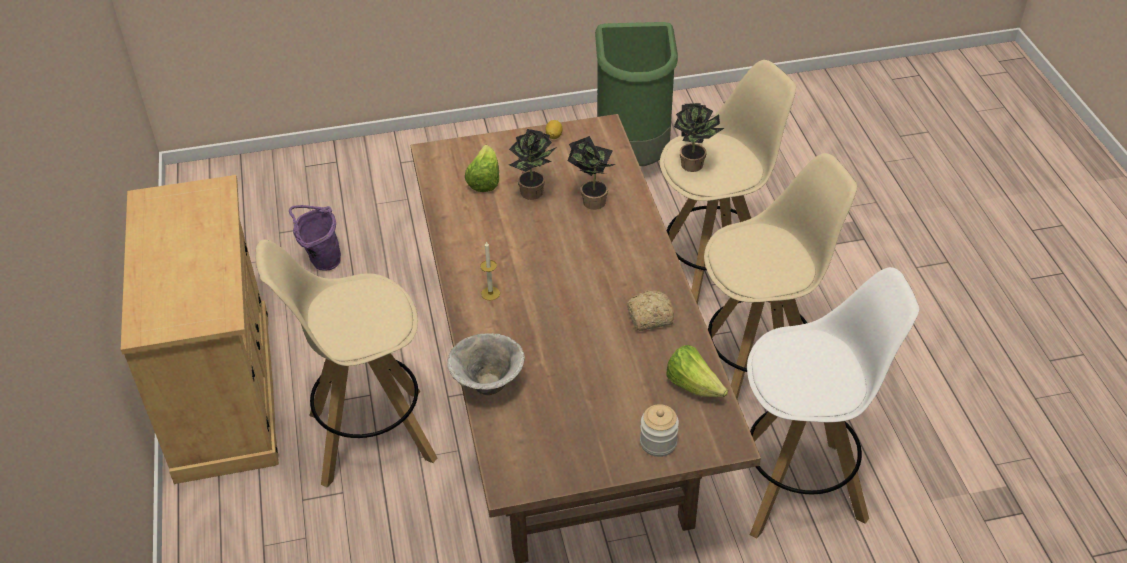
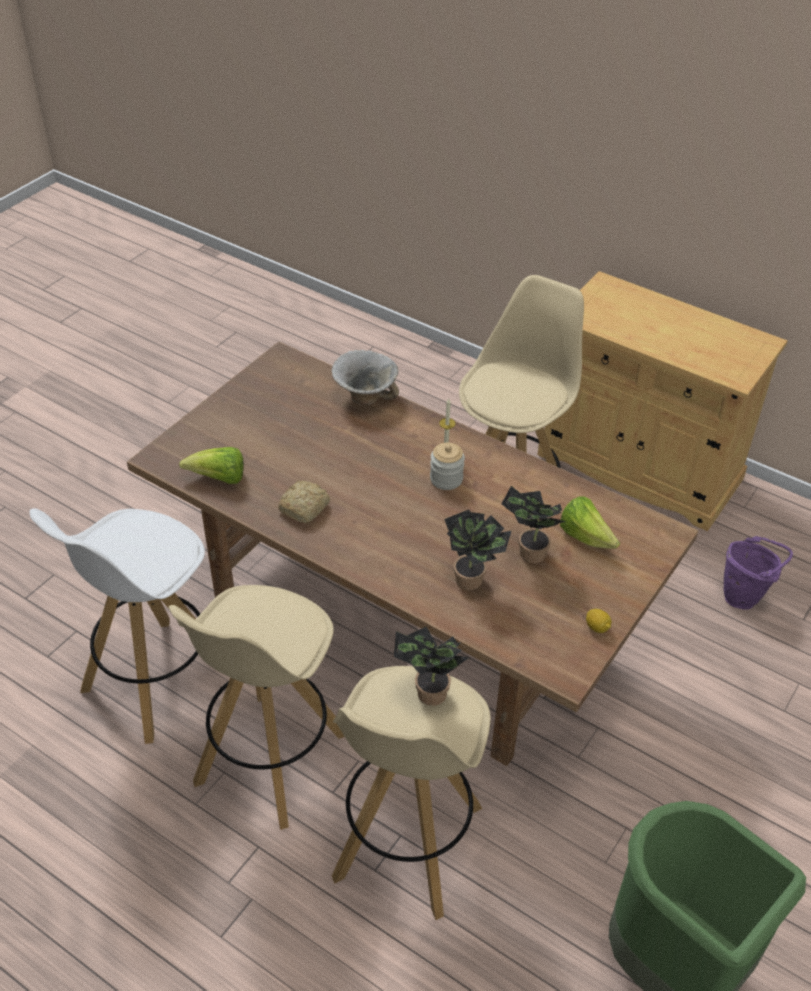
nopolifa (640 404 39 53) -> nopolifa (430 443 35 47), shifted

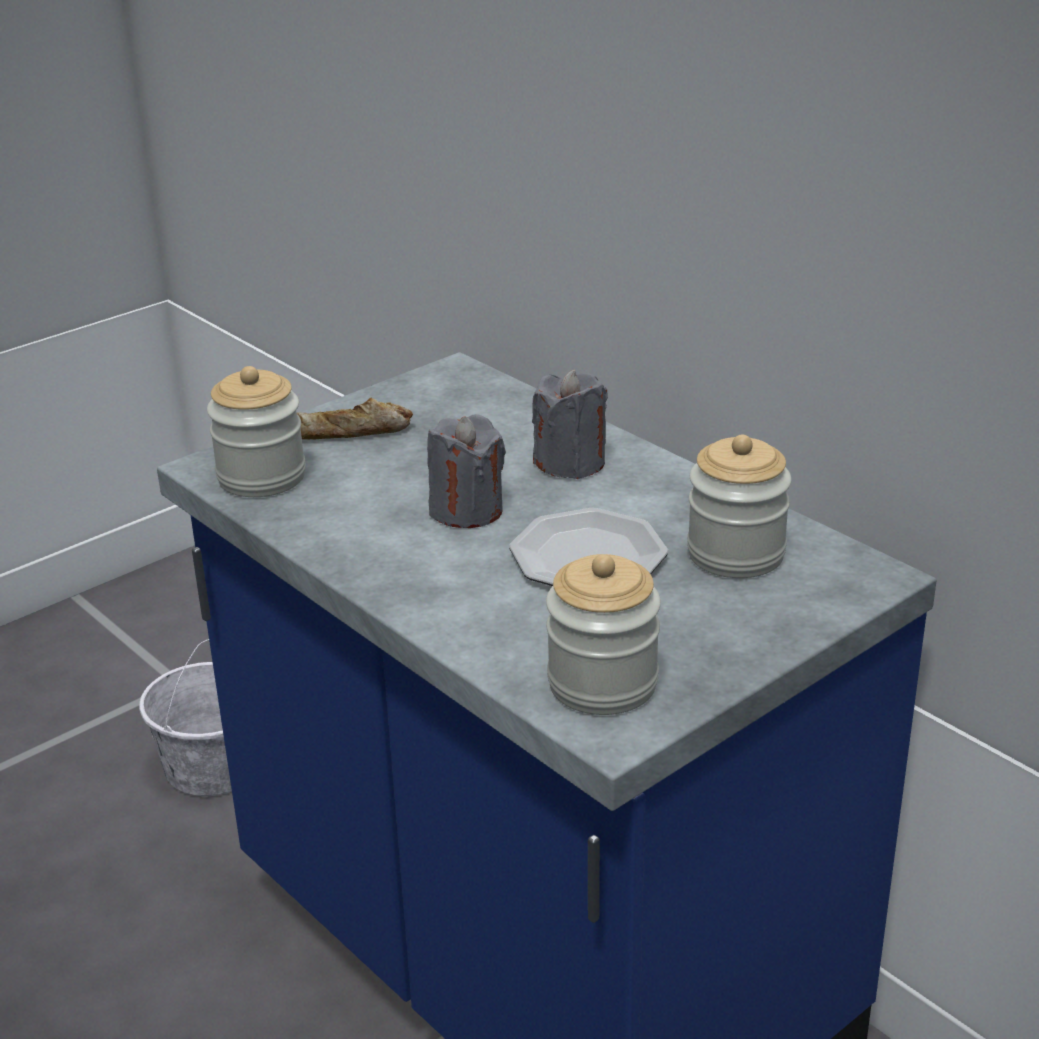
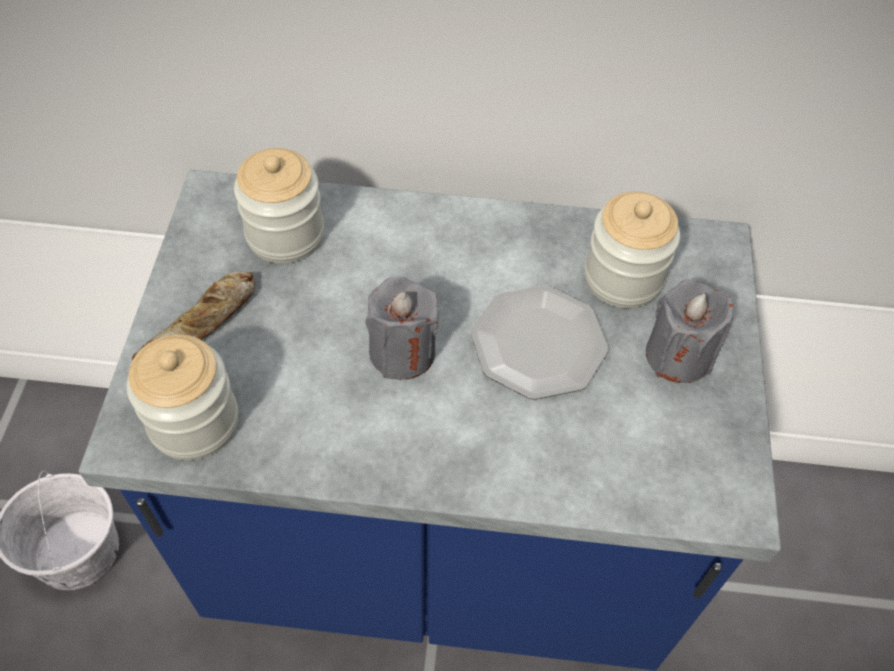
nopolifa (546 554 115 161) -> nopolifa (234 148 90 115), shifted
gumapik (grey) (532 369 76 110) -> gumapik (grey) (646 279 88 104), shifted

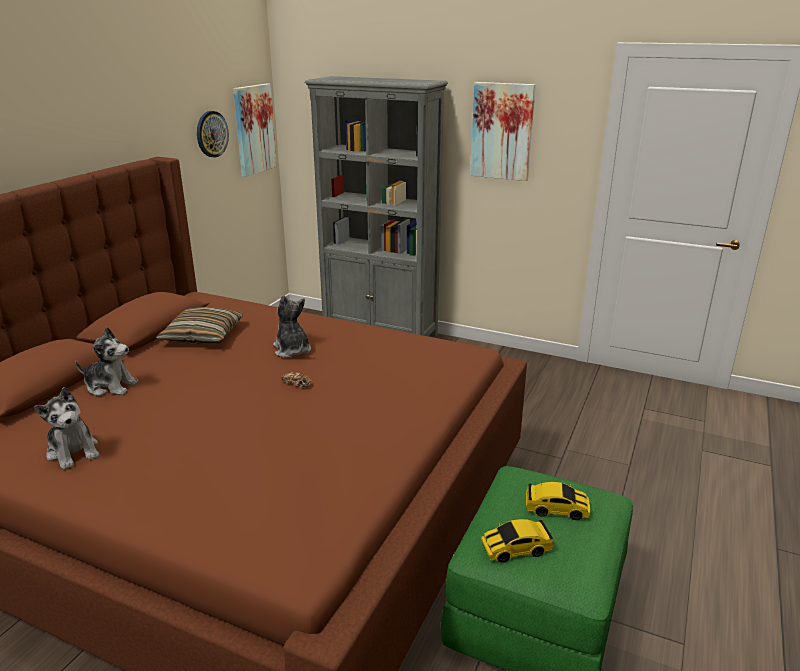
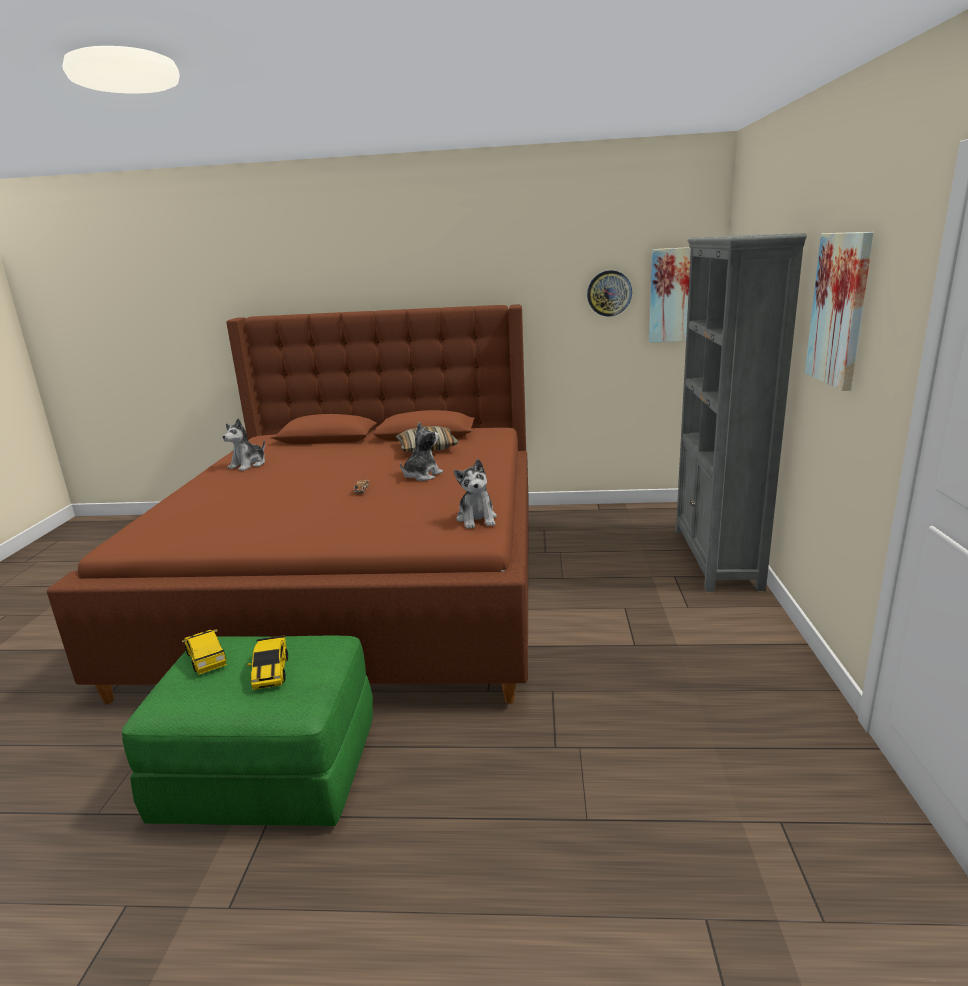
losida (75 327 63 69) -> losida (454 459 43 70), shifted

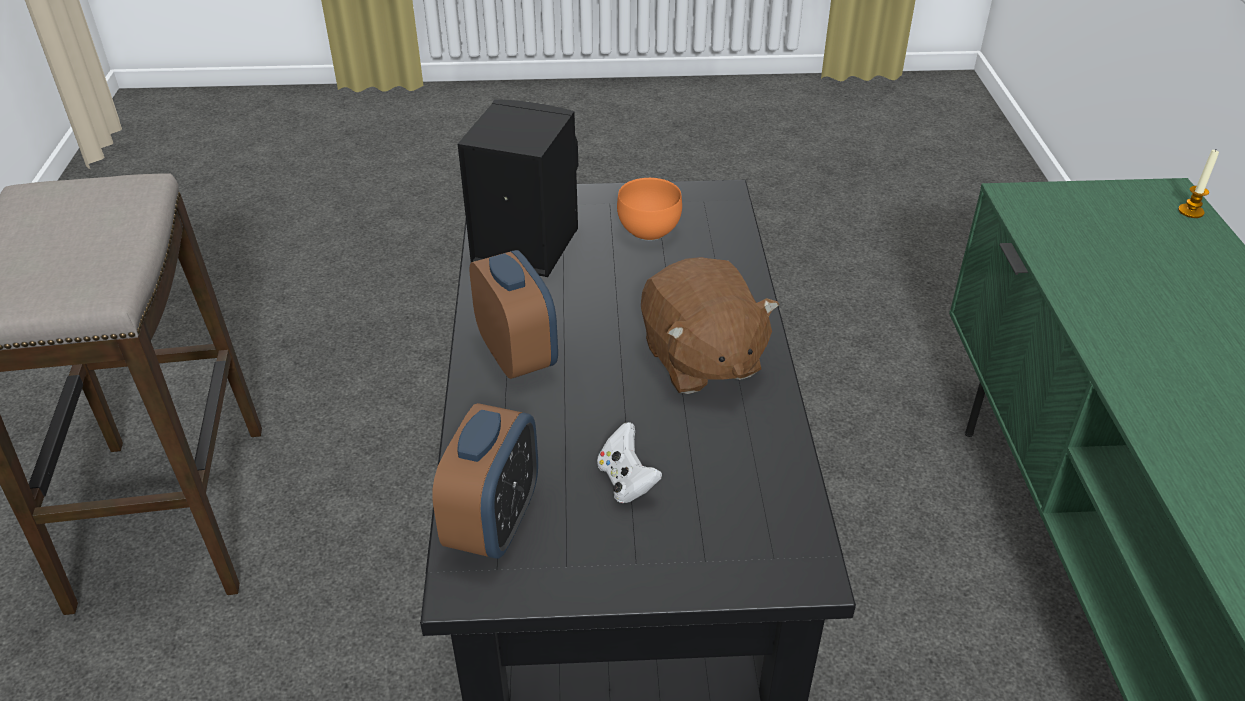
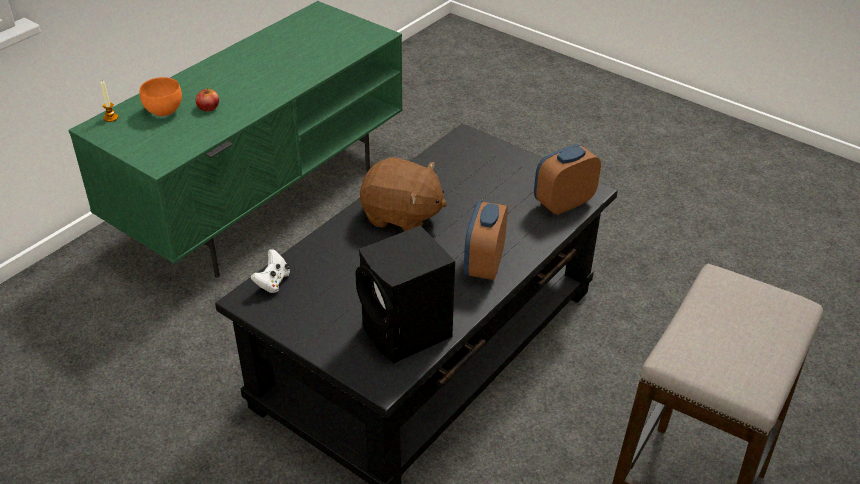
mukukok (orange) (617 178 65 63) -> mukukok (orange) (139 77 43 40), shifted
none -> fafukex (196 88 23 23)
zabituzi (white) (597 422 65 81) -> zabituzi (white) (250 249 40 44), shifted
losida (brown) (641 257 138 137) -> losida (brown) (360 157 87 74), 90 degrees clockwise

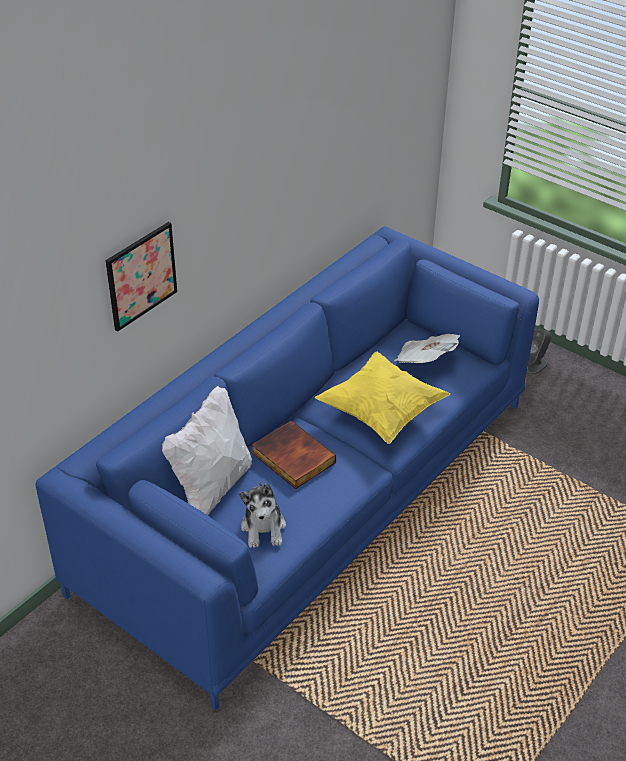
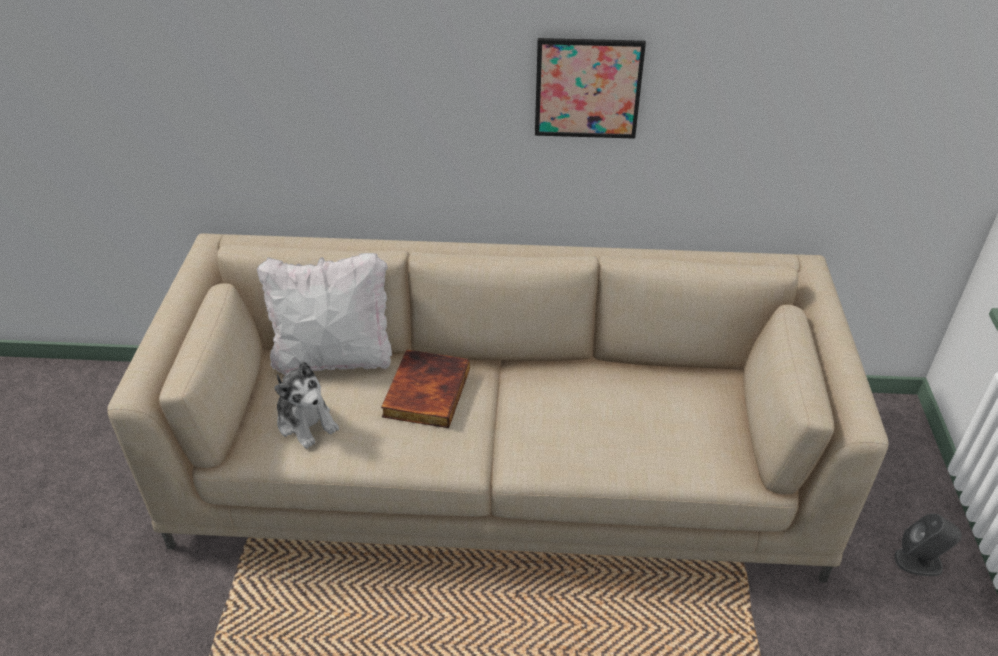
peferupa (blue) (35 226 504 484) -> peferupa (beige) (107 233 782 350)
losida (239 482 47 66) -> losida (274 362 65 87), 90 degrees counterclockwise
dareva (106 222 71 109) -> dareva (535 38 111 101), shifted
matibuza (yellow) (315 351 135 93) -> none
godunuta (394 334 66 29) -> none

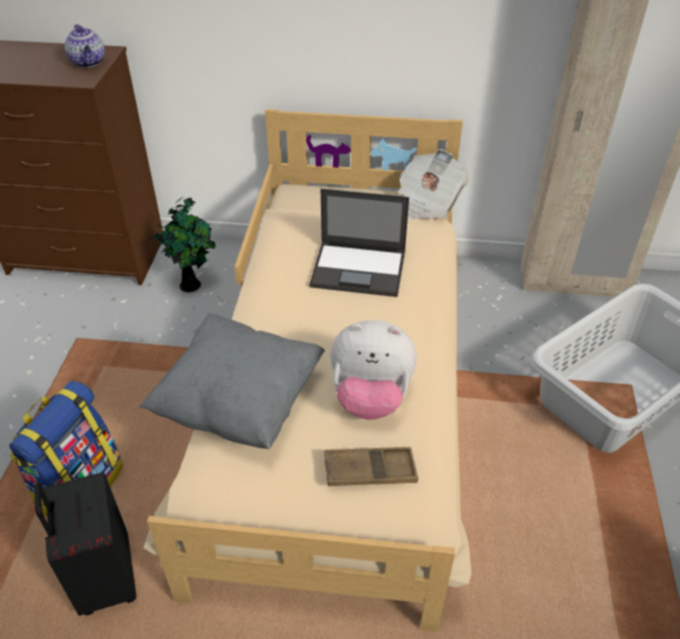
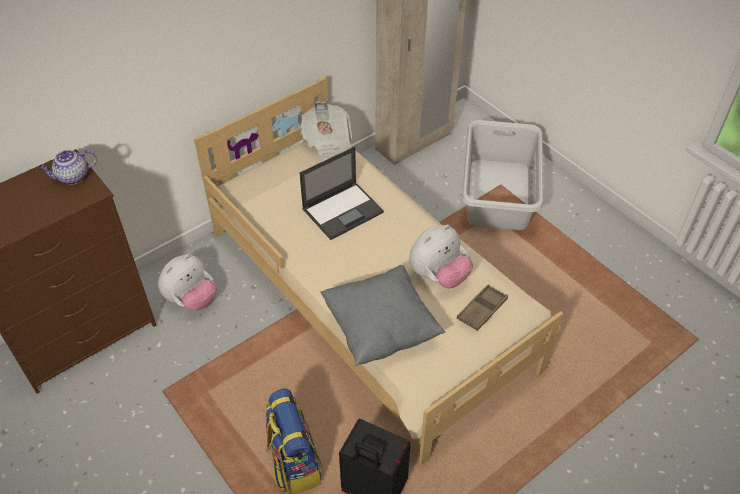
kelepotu (65 24 40 44) -> kelepotu (38 150 59 35), 135 degrees clockwise
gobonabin (150 196 66 96) -> losida (158 254 59 57)

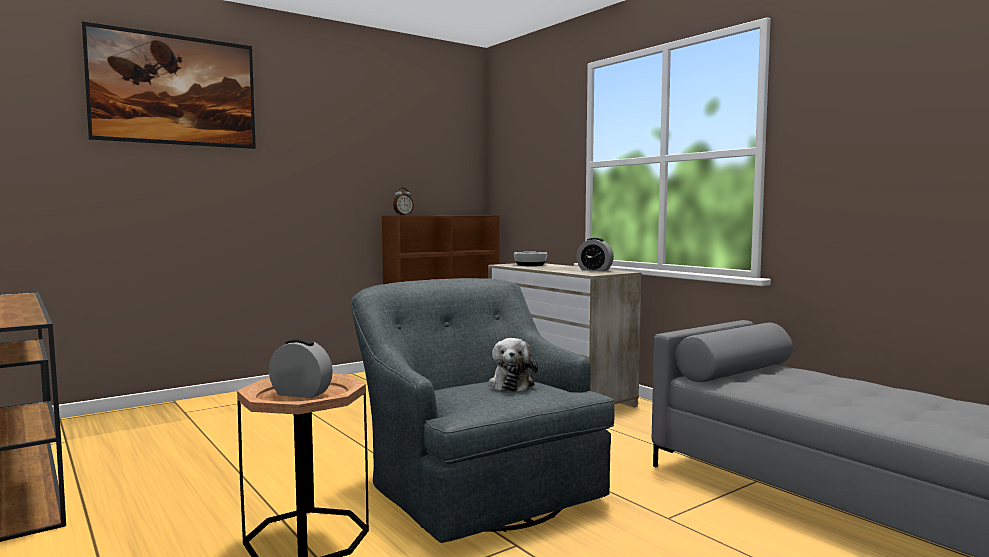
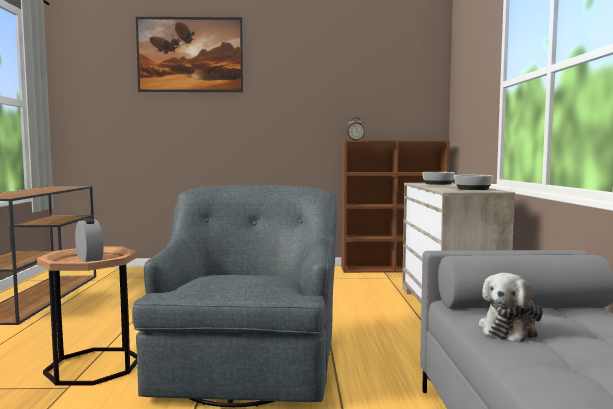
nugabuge (576 238 38 33) -> mukukok (454 175 39 15)
losida (488 338 50 54) -> losida (479 273 64 70), shifted

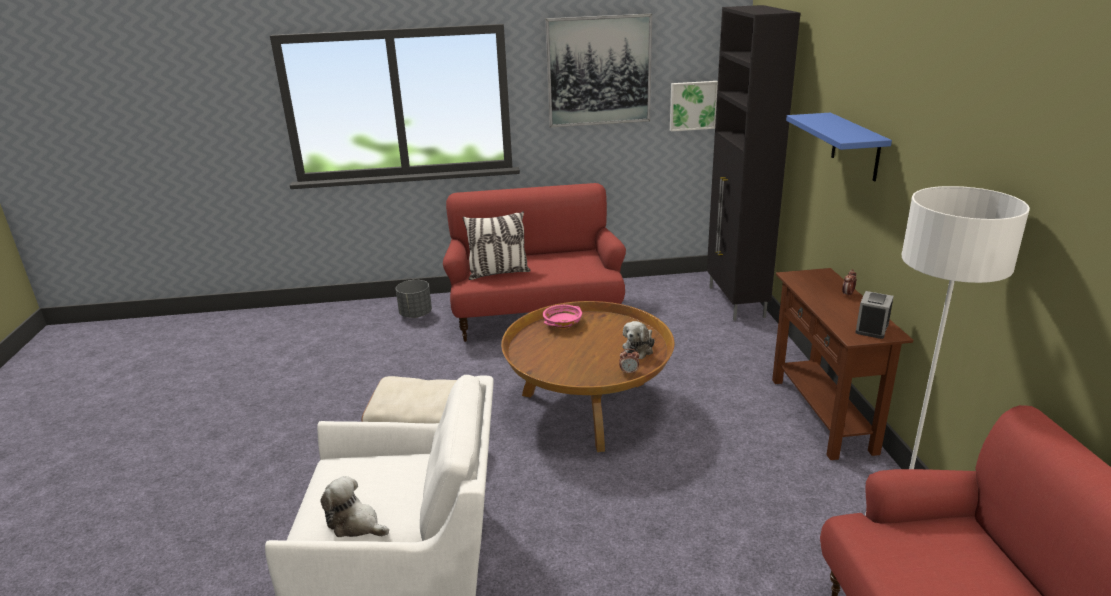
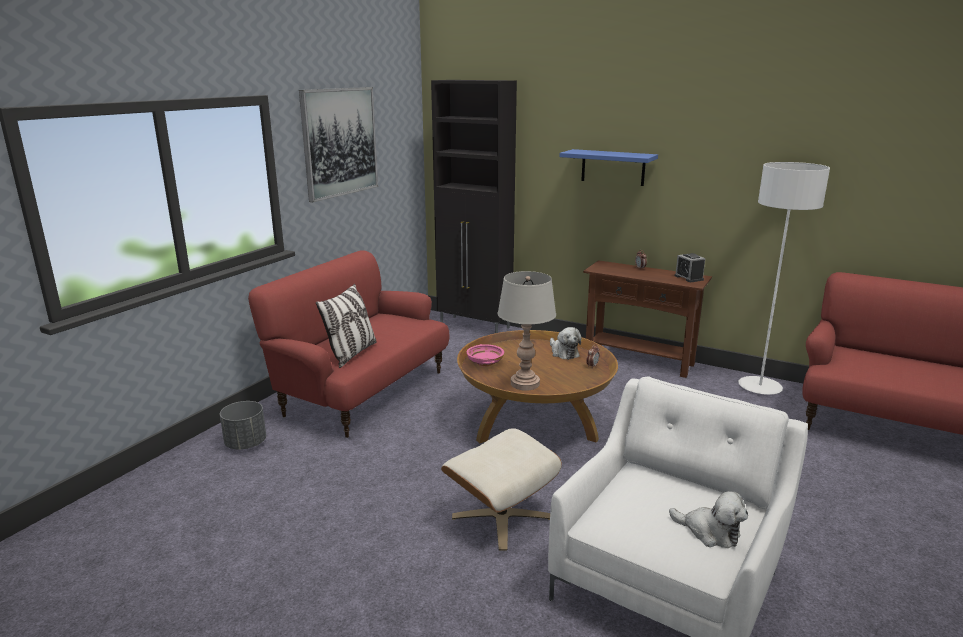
none -> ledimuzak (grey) (497 271 59 120)
losida (321 476 68 61) -> losida (669 491 79 57), 120 degrees counterclockwise
dareva (670 81 48 50) -> none

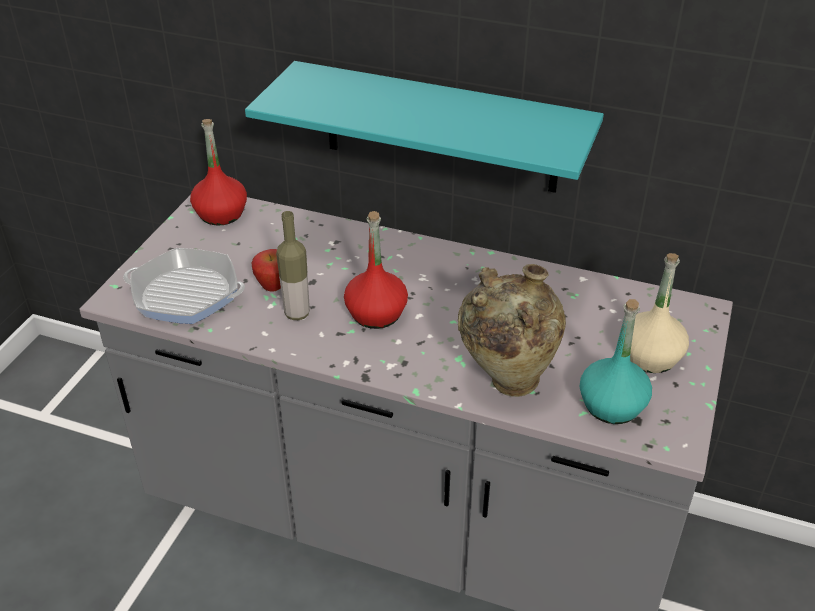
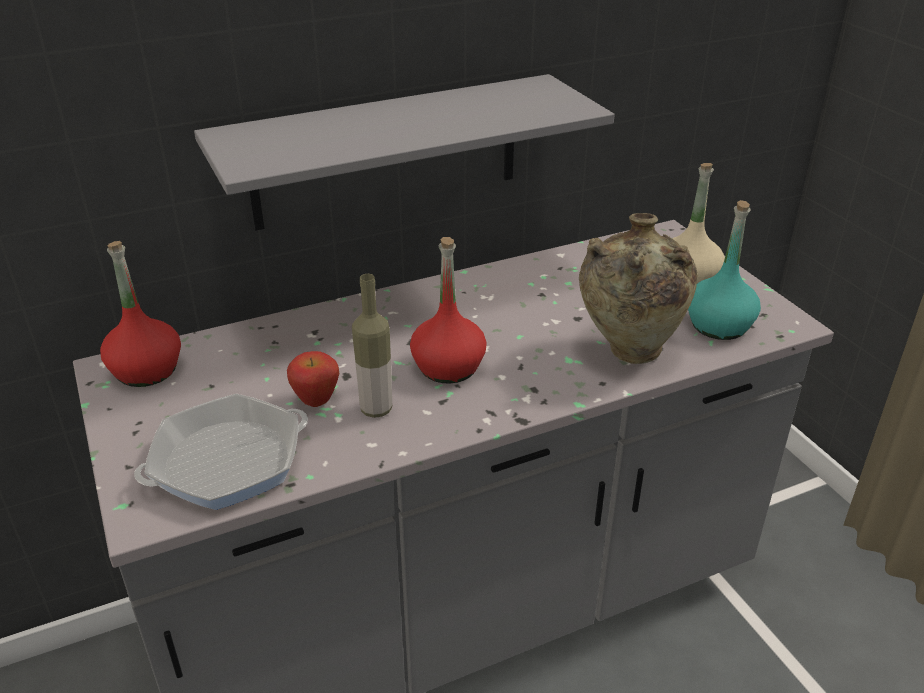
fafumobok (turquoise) (245 61 359 132) -> fafumobok (grey) (194 74 421 157)

